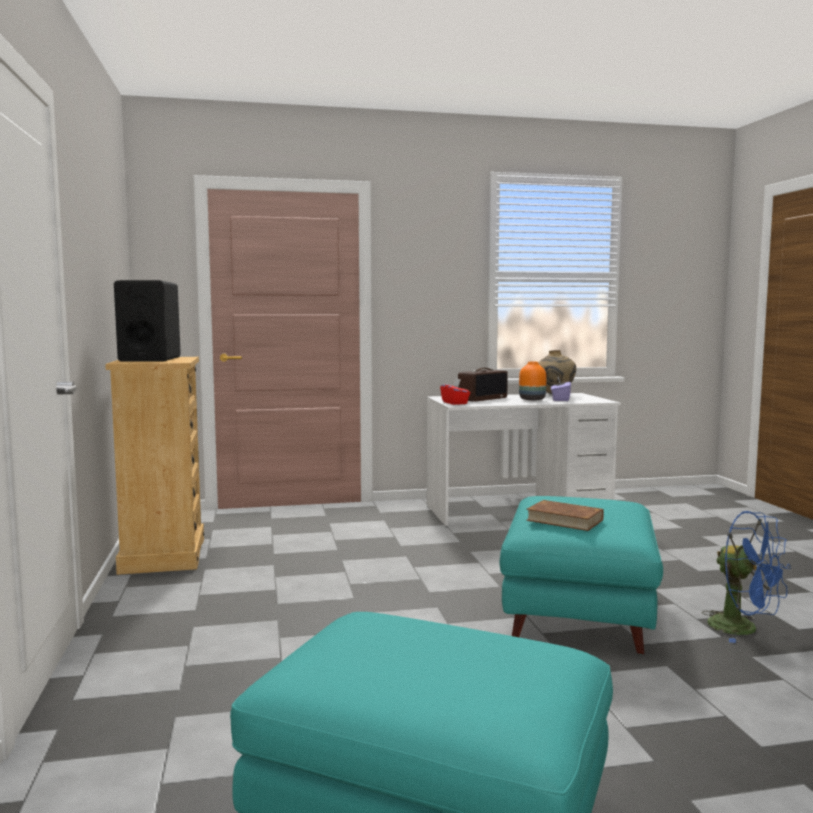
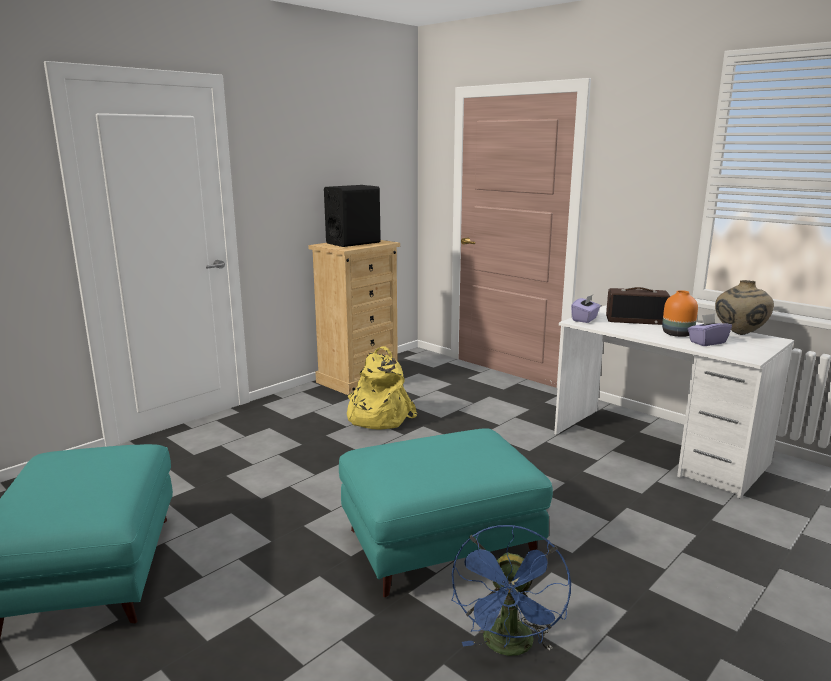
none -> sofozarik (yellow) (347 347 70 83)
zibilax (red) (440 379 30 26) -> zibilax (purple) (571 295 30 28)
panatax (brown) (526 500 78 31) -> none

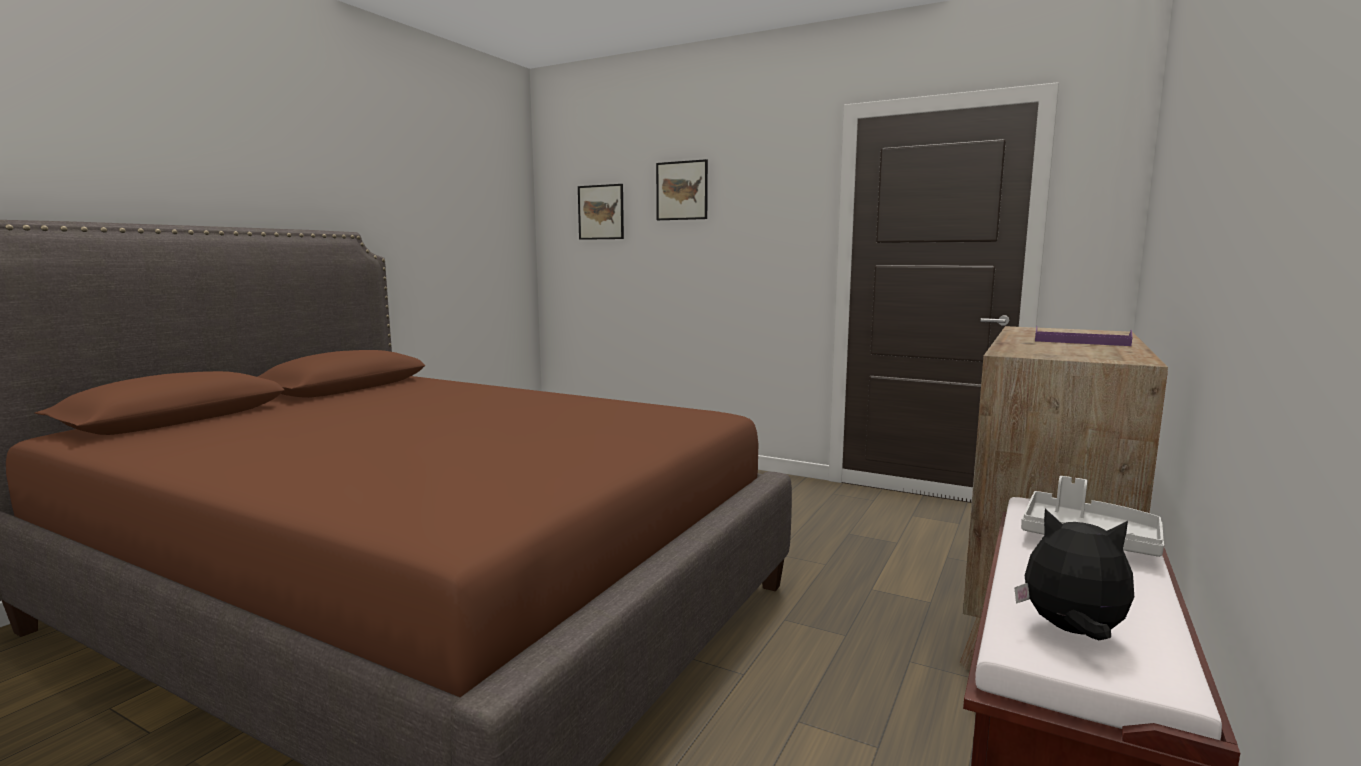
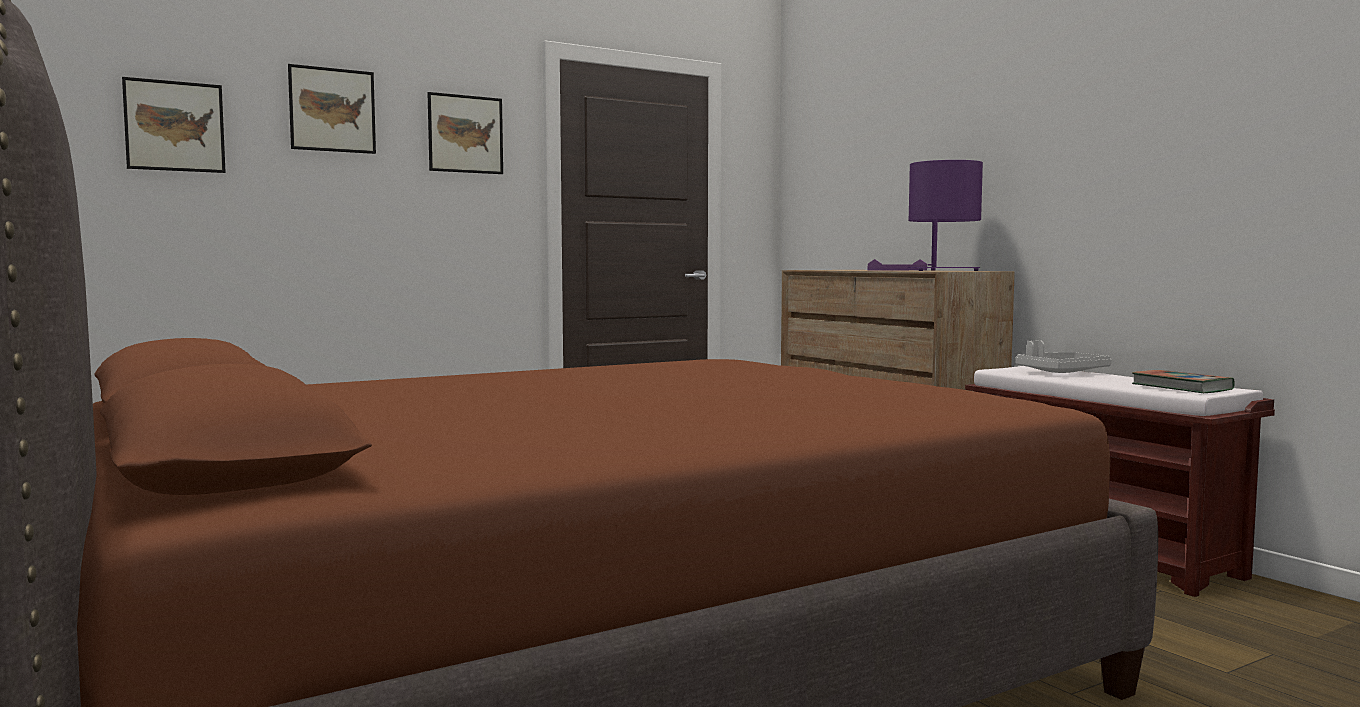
none -> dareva (428 92 75 82)
none -> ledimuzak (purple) (908 160 75 111)
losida (1015 509 119 131) -> panatax (1132 370 103 23)

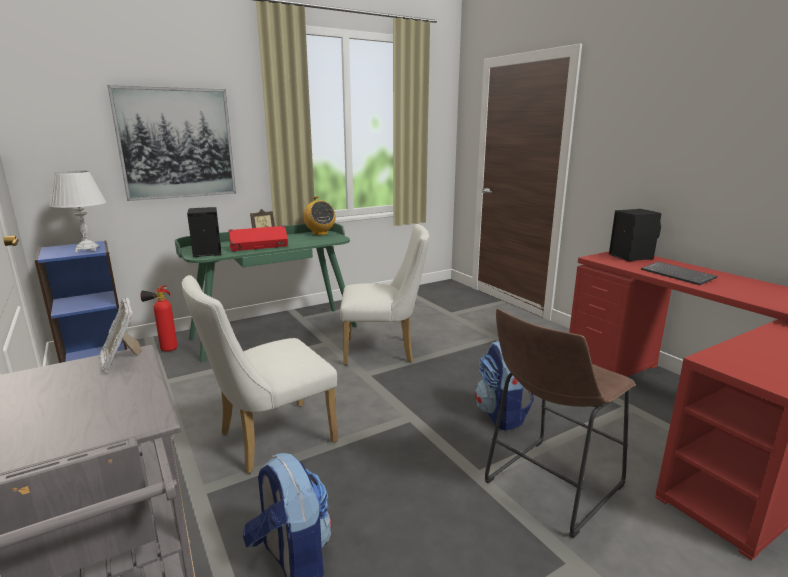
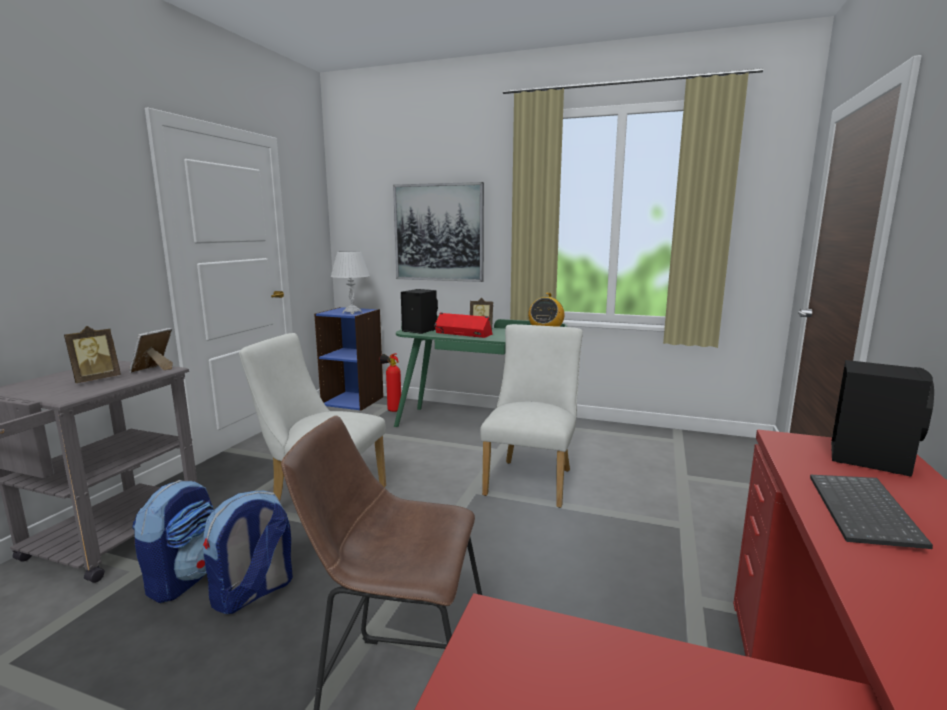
none -> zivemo (64 326 57 57)
sofozarik (475 341 59 90) -> sofozarik (203 491 90 123), shifted
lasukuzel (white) (340 224 90 141) -> lasukuzel (white) (480 324 103 184), 120 degrees counterclockwise

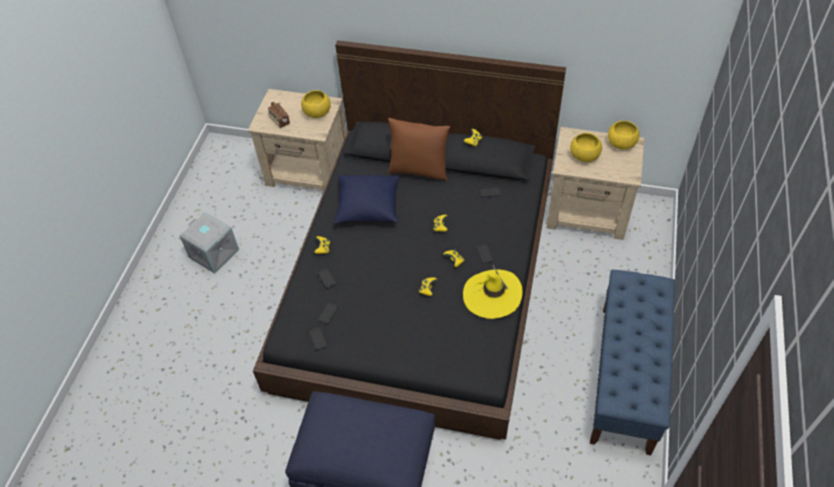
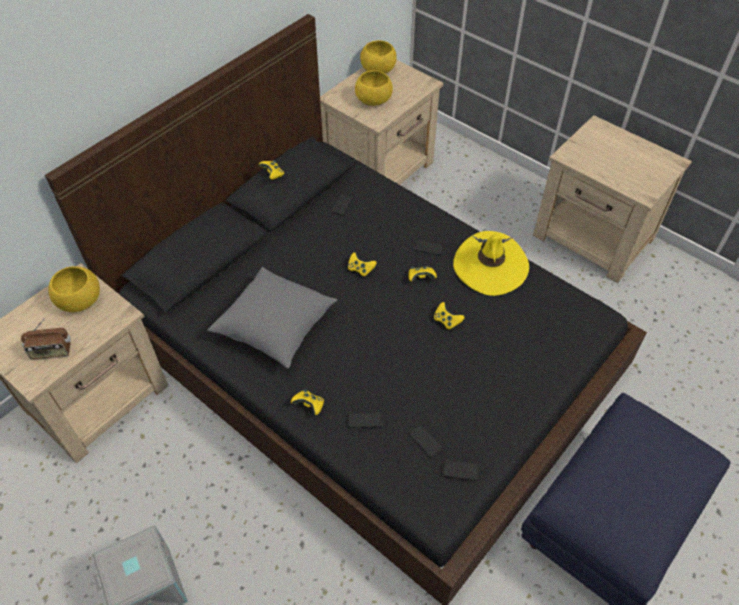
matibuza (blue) (334 175 66 49) -> matibuza (grey) (207 267 130 101)
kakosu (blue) (590 270 85 185) -> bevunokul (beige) (533 115 159 168)
matibuza (brown) (388 118 62 63) -> none

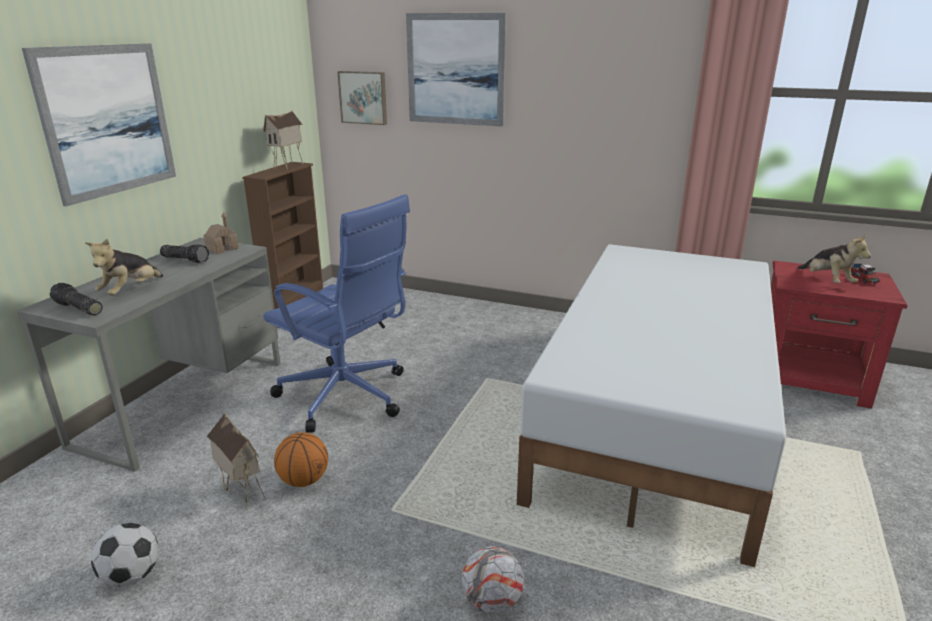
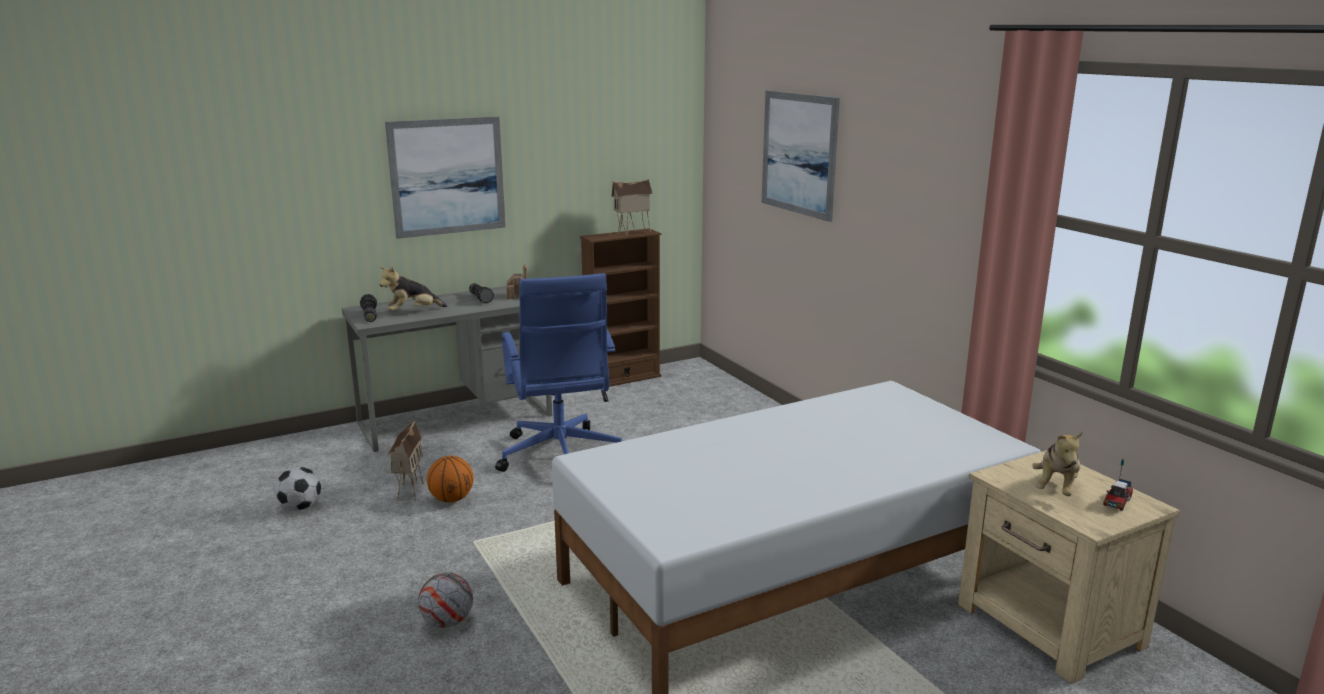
bevunokul (red) (771 261 137 148) -> bevunokul (beige) (958 450 222 234)
dareva (337 71 50 54) -> none

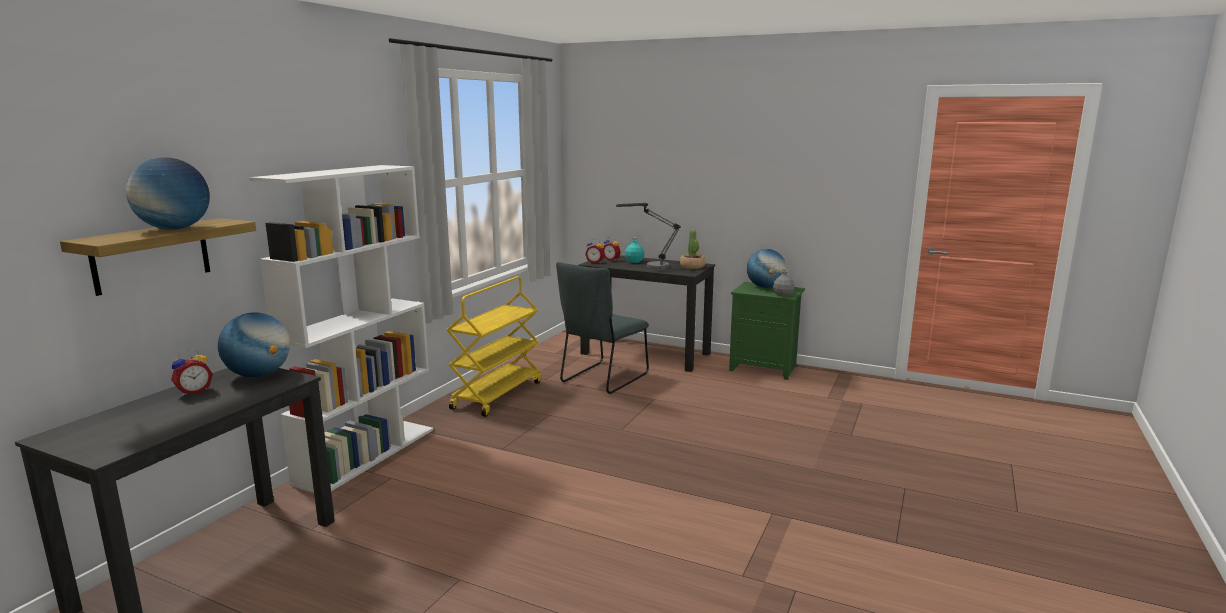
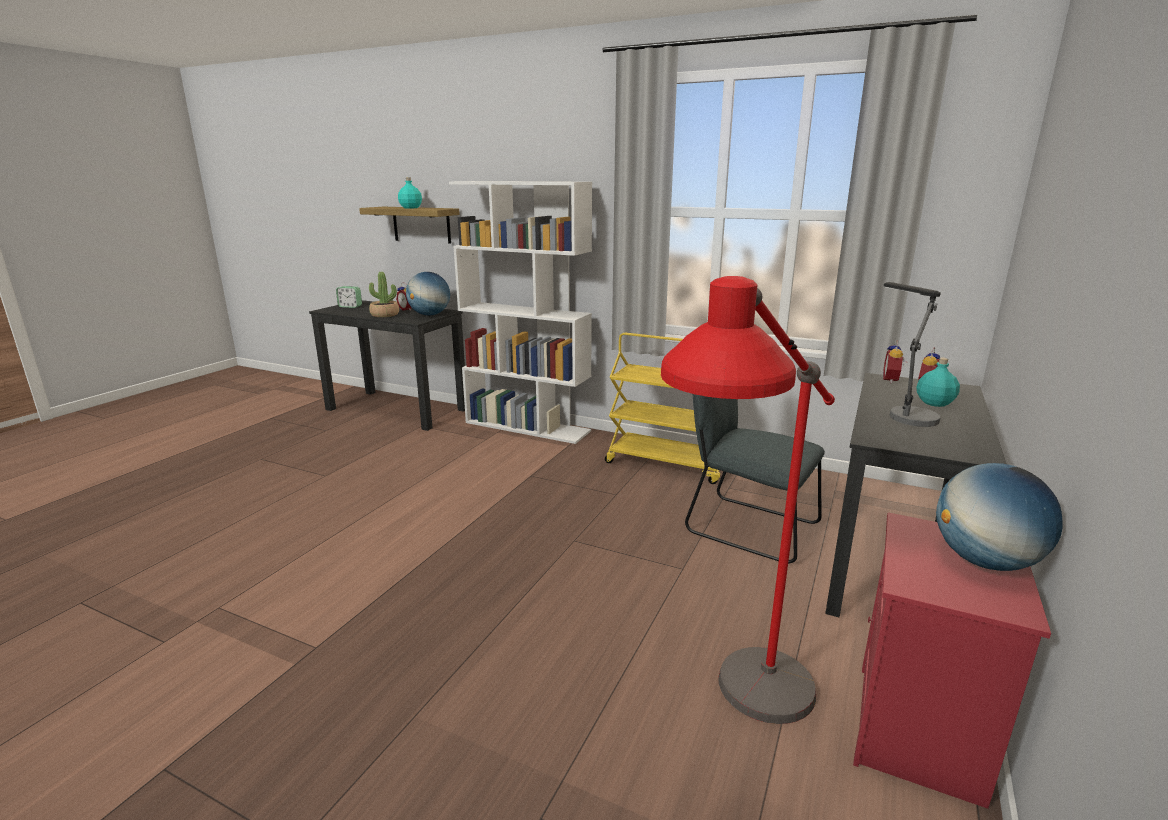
none -> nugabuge (336 286 26 22)
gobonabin (680 229 25 40) -> gobonabin (369 272 30 45), shifted
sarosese (126 157 84 73) -> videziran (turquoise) (398 178 24 30)
none -> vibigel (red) (661 276 174 448)
bevunokul (green) (729 282 76 98) -> bevunokul (red) (853 512 198 297)
videziran (grey) (773 268 21 29) -> none

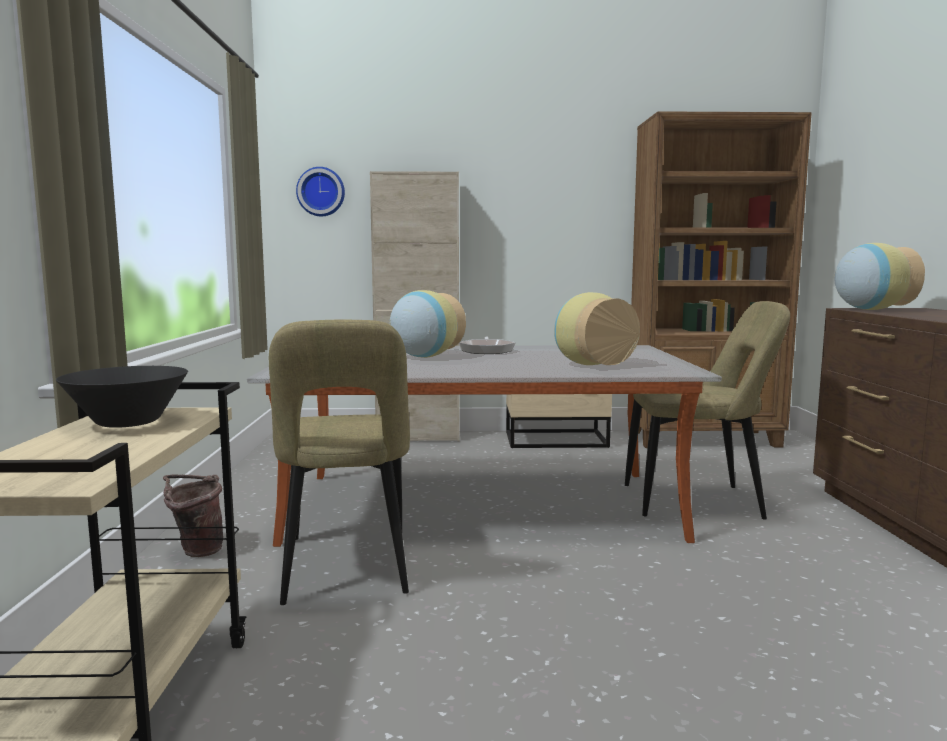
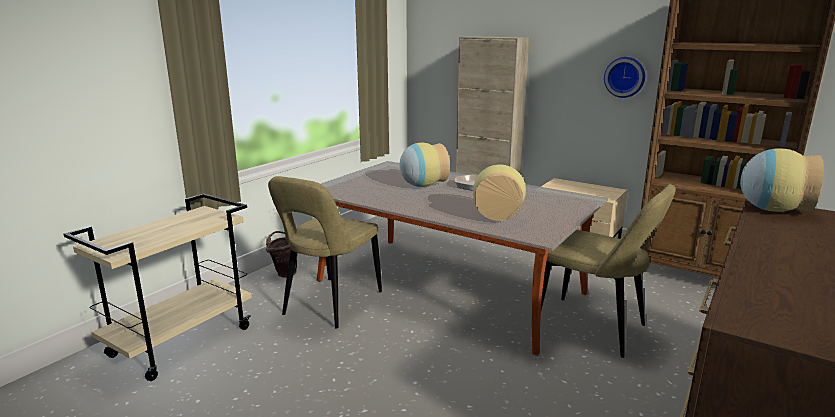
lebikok (296 167 49 49) -> lebikok (604 57 41 41), shifted
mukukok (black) (56 366 132 62) -> none

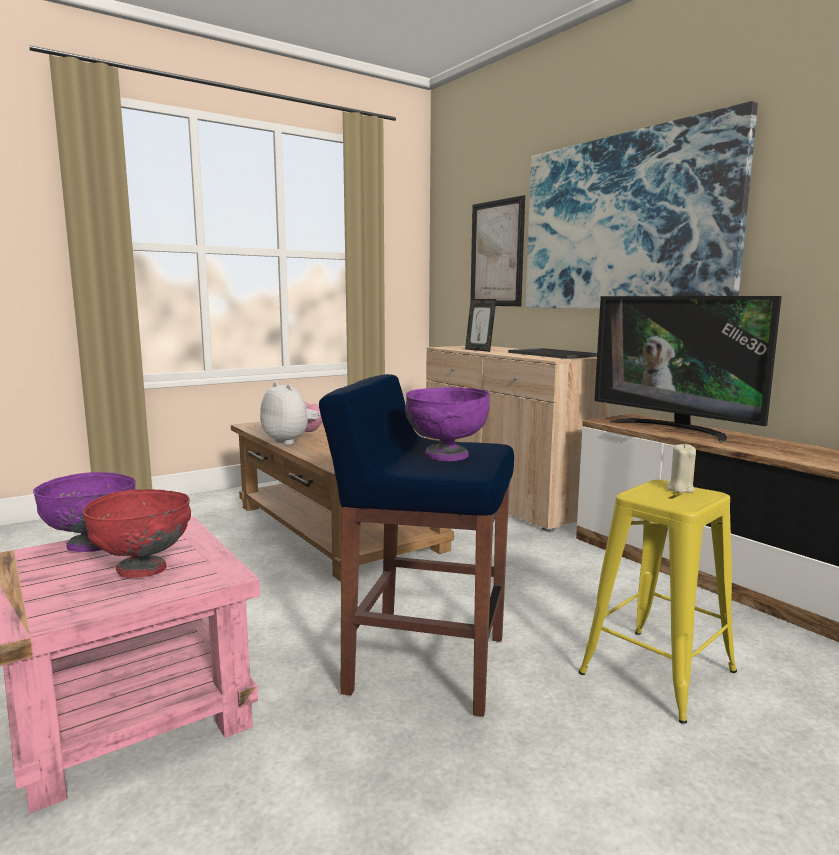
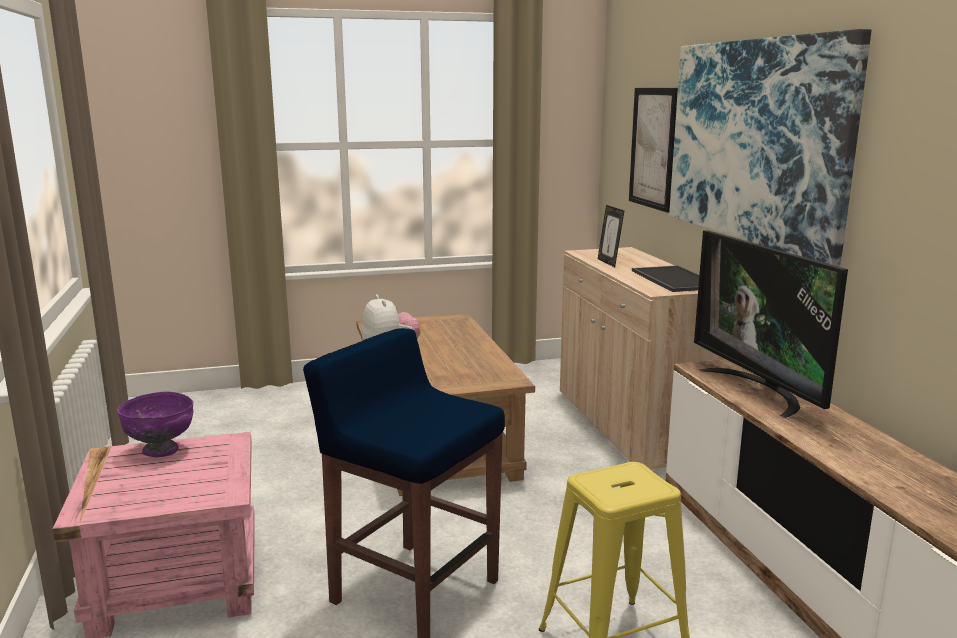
mukukok (red) (83 489 108 89) -> none
mukukok (purple) (405 387 85 74) -> none
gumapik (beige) (667 443 29 50) -> none

